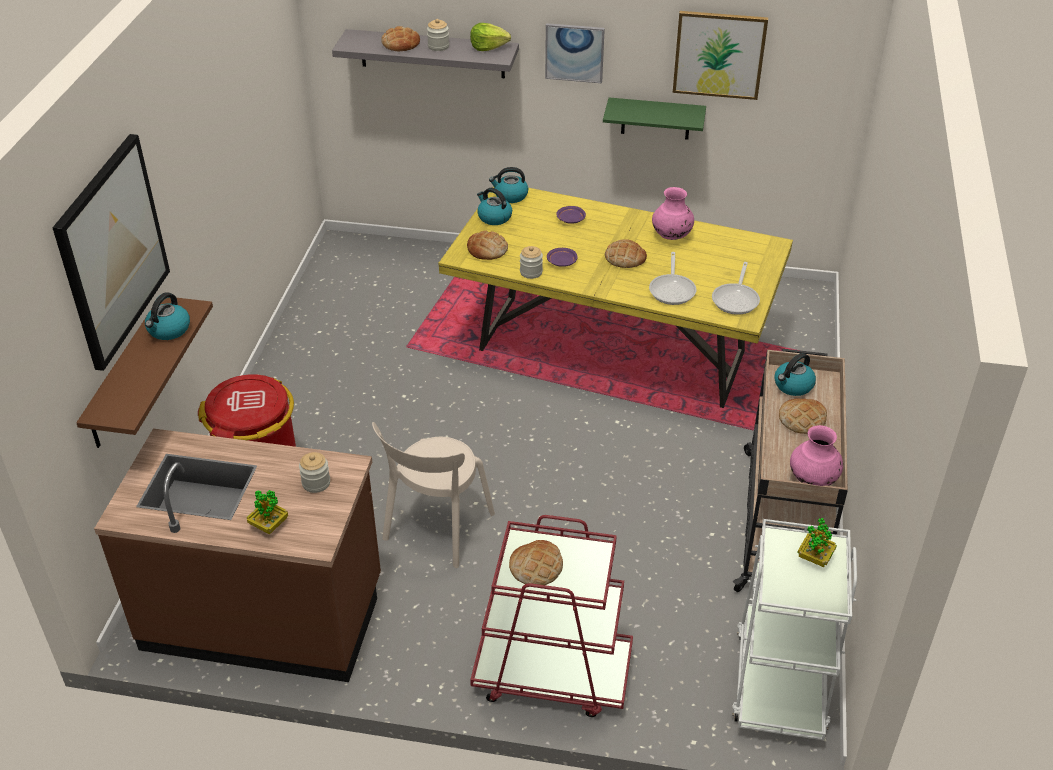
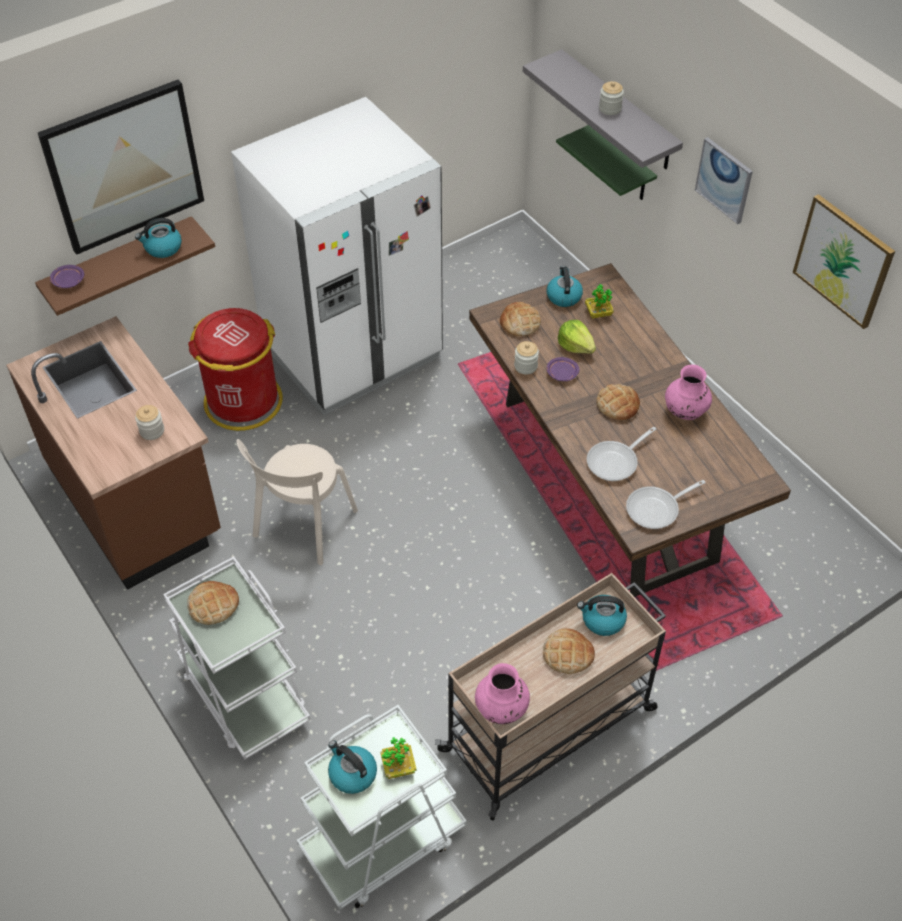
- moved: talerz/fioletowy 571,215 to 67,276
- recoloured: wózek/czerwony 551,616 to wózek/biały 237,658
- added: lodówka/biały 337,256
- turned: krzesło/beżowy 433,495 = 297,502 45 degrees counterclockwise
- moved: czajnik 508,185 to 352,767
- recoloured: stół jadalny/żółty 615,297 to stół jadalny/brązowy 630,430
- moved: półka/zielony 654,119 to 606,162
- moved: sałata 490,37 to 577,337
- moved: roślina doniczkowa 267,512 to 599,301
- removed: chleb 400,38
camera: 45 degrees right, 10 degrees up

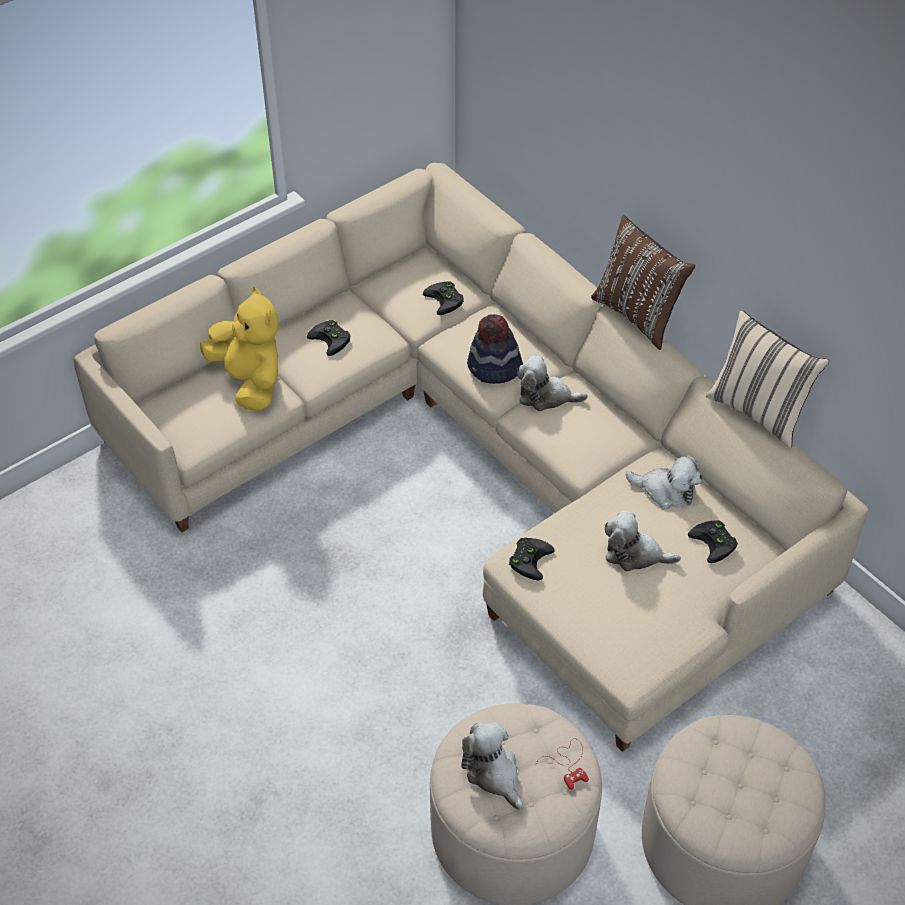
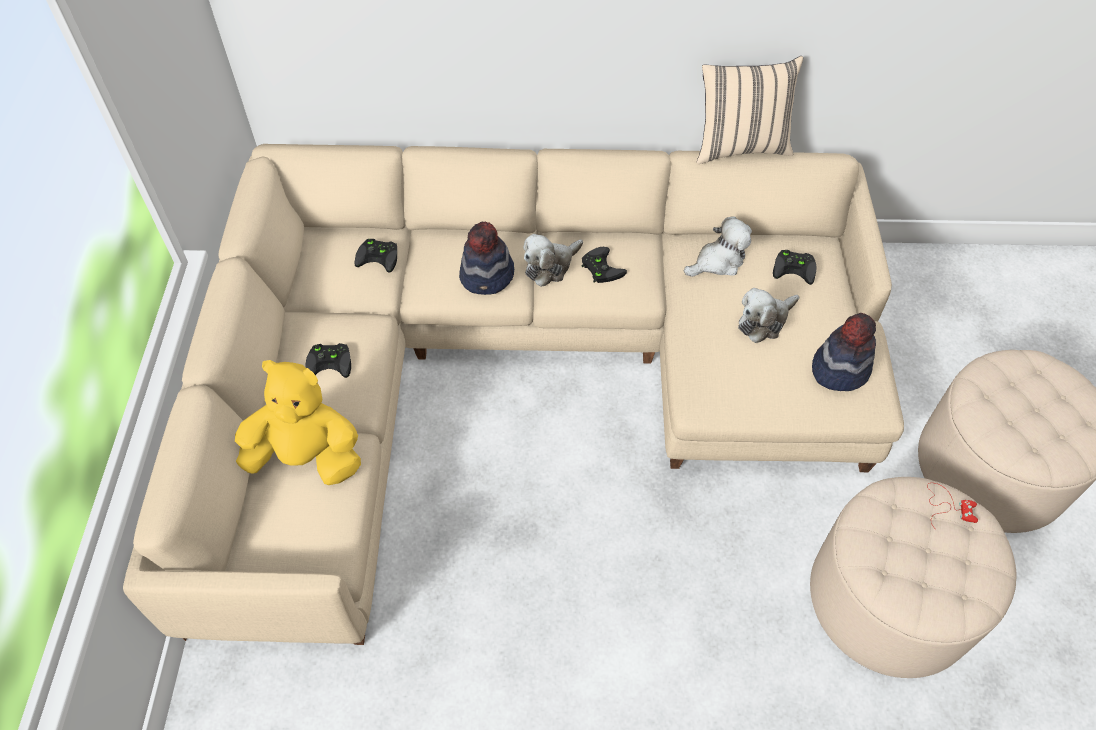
- moved: pad do gier/czarny 532,559 to 604,265
- added: kapelusz 844,352
- removed: pluszak 492,766
- removed: poduszka/brązowy 643,282
camera: 50 degrees left, 5 degrees up

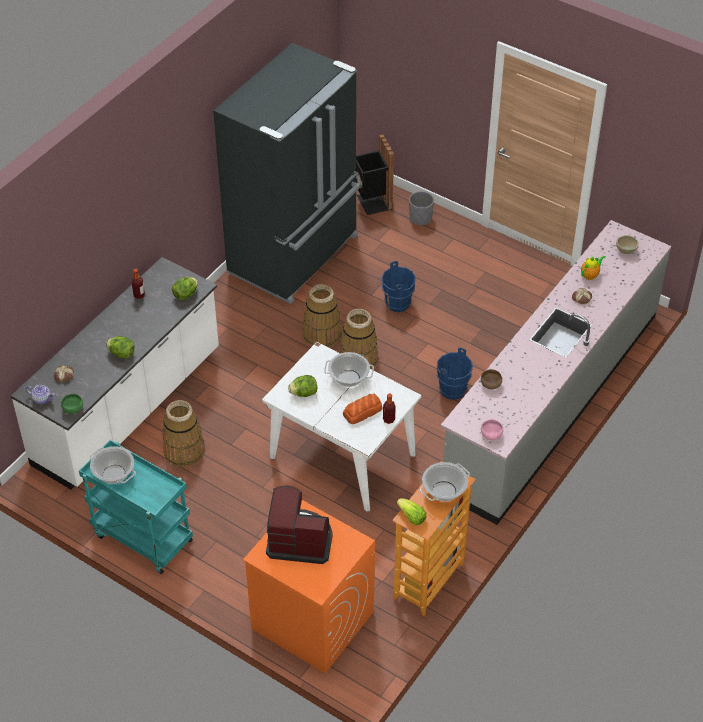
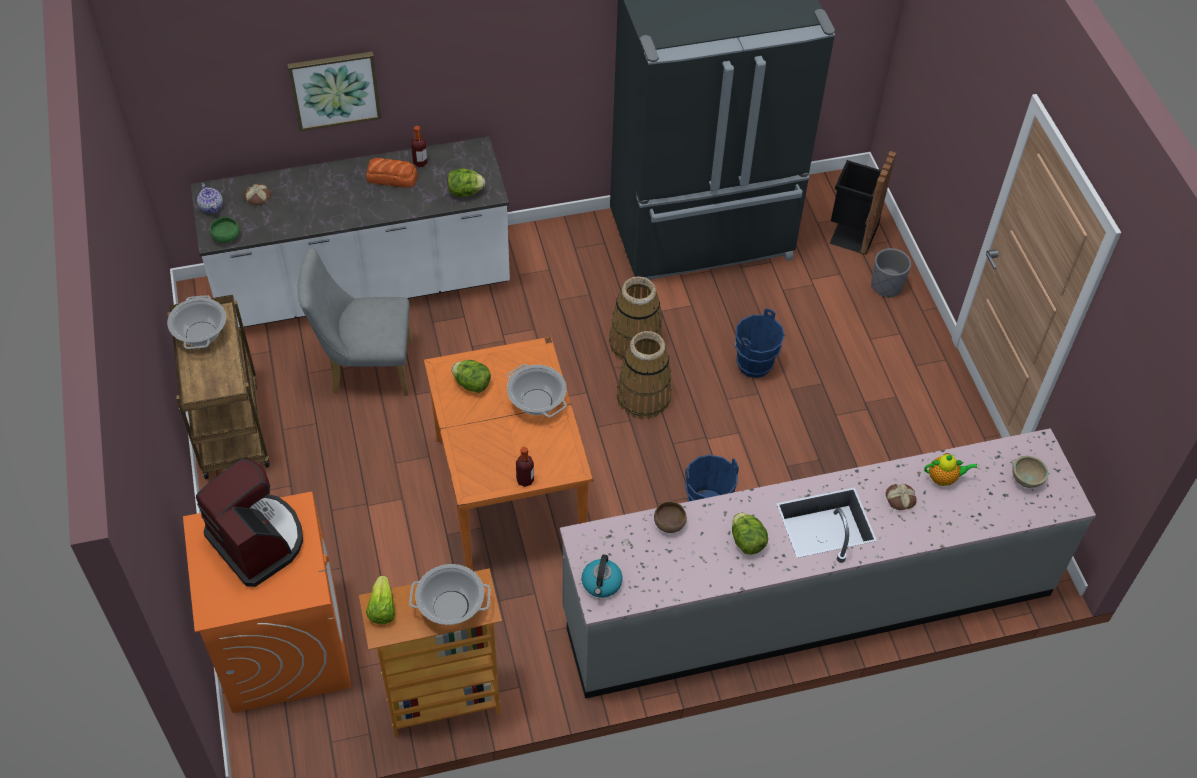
- recoloured: wózek/turkusowy 136,507 to wózek/brązowy 218,387
- added: obraz 334,92
- replaced: koszyk 183,433 to krzesło/szary 354,321
- moved: chleb 363,409 to 392,173
- recoloured: stół jadalny/biały 342,427 to stół jadalny/pomarańczowy 508,454
- replaced: miska/różowy 492,429 to czajnik 602,576
- moved: sałata 120,347 to 750,534
camera: 40 degrees right, 5 degrees up

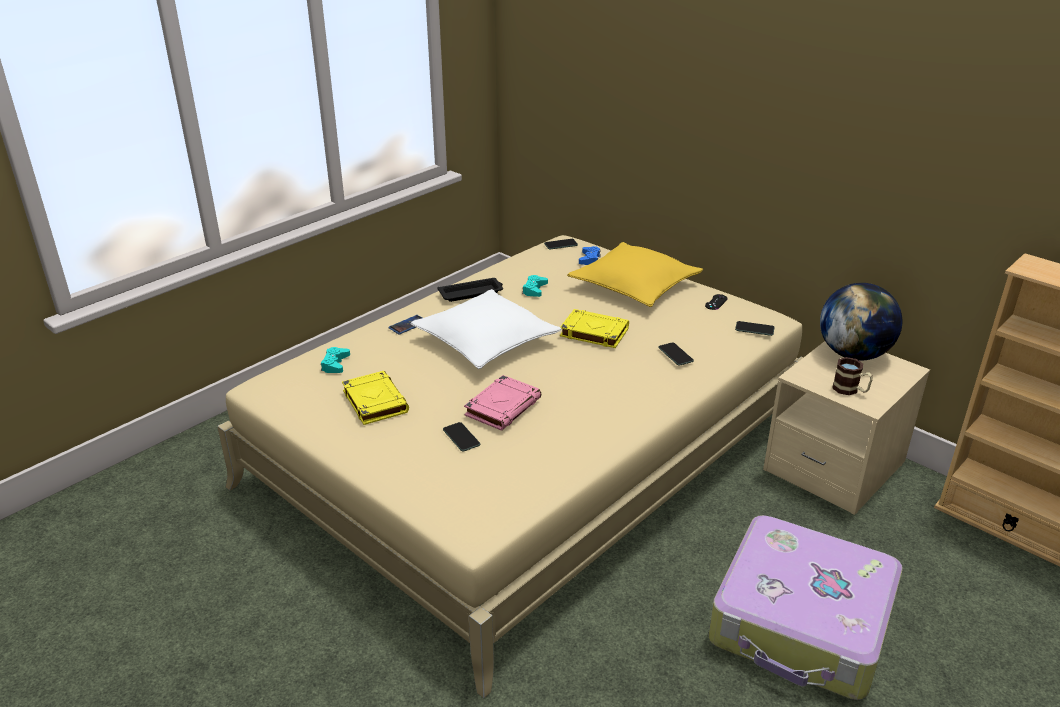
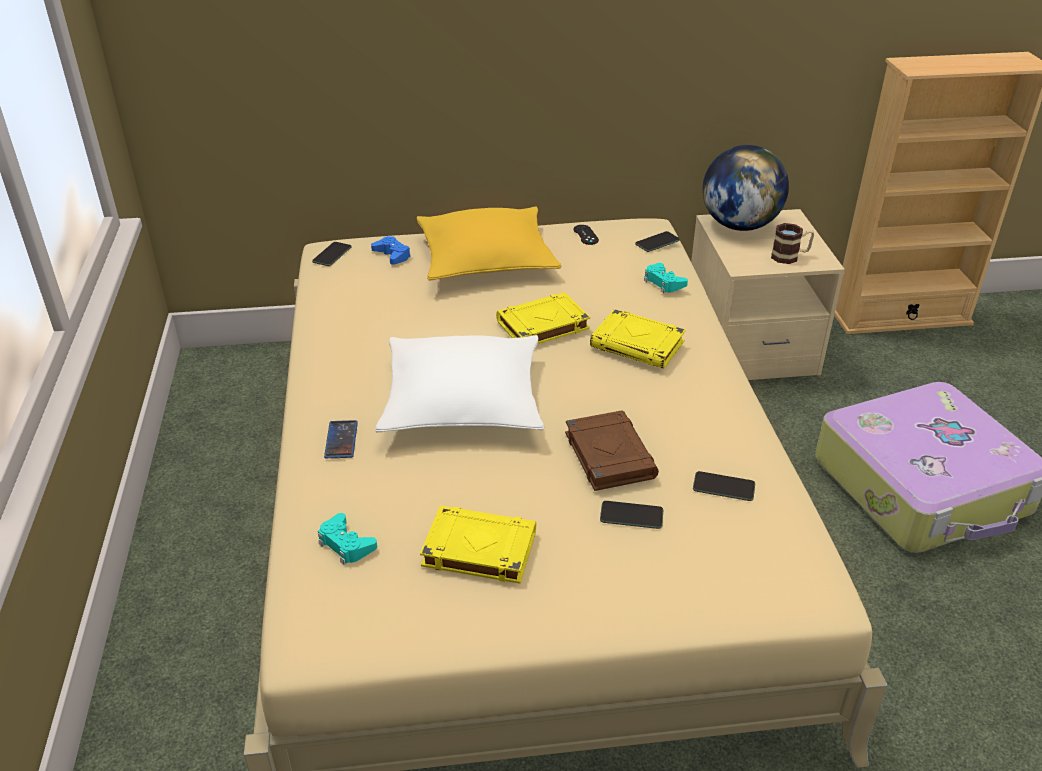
- recoloured: książka/różowy 502,403 to książka/brązowy 612,450
- added: książka/żółty 638,339
- moved: pad do gier/turkusowy 535,286 to 666,278
- moved: telefon 676,354 to 724,486
- removed: taca/czarny 470,290
camera: 50 degrees left, 5 degrees up

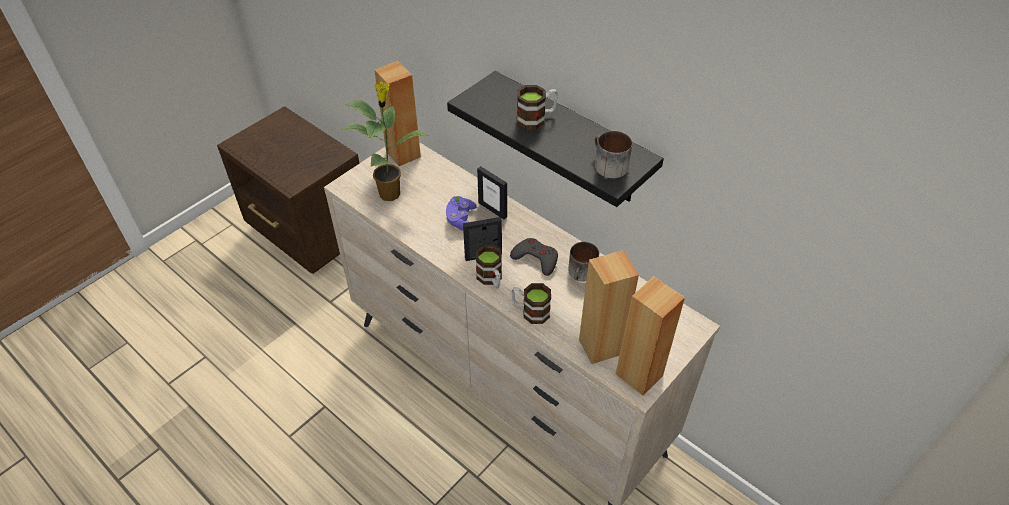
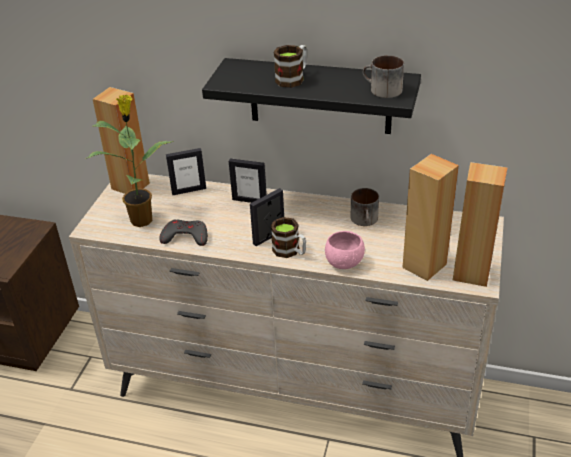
- moved: pad do gier/szary 534,257 to 183,232
- added: ramka na zdjęcie 186,171
- replaced: kubek 531,303 to miska/różowy 345,250
- removed: pad do gier/fioletowy 461,213
camera: 25 degrees left, 10 degrees down

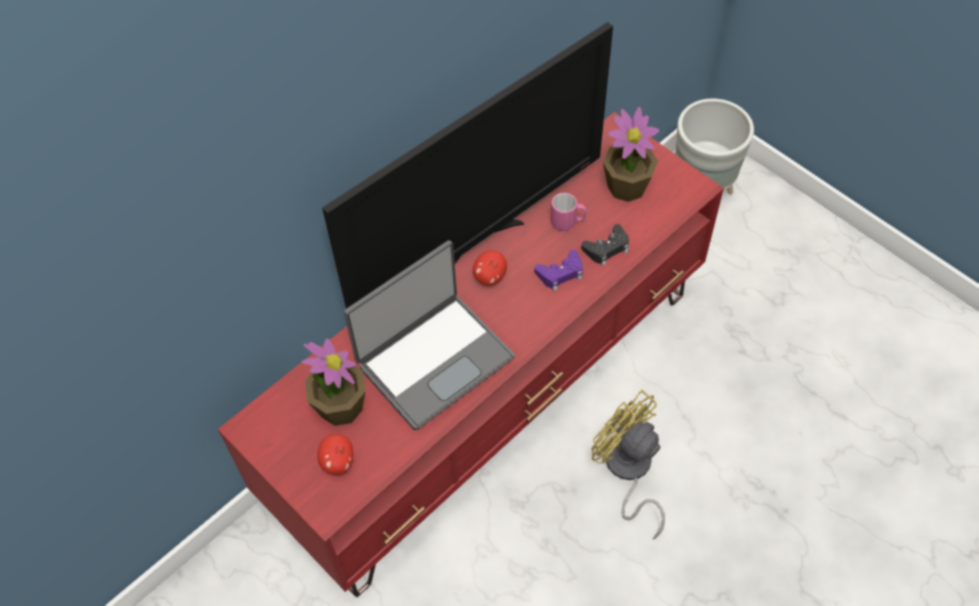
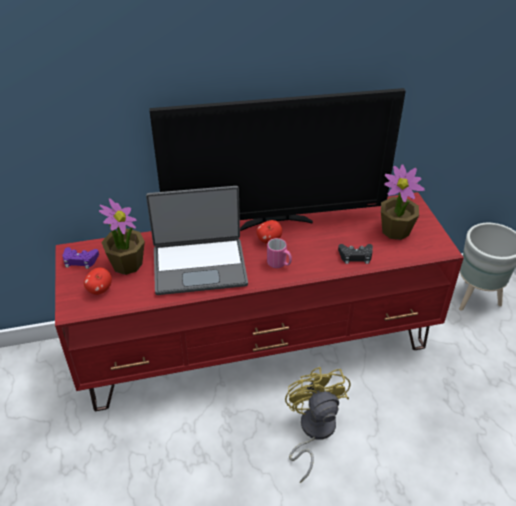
- moved: pad do gier/fioletowy 559,270 to 80,258
- moved: kubek/różowy 569,212 to 279,253
camera: 30 degrees right, 15 degrees down

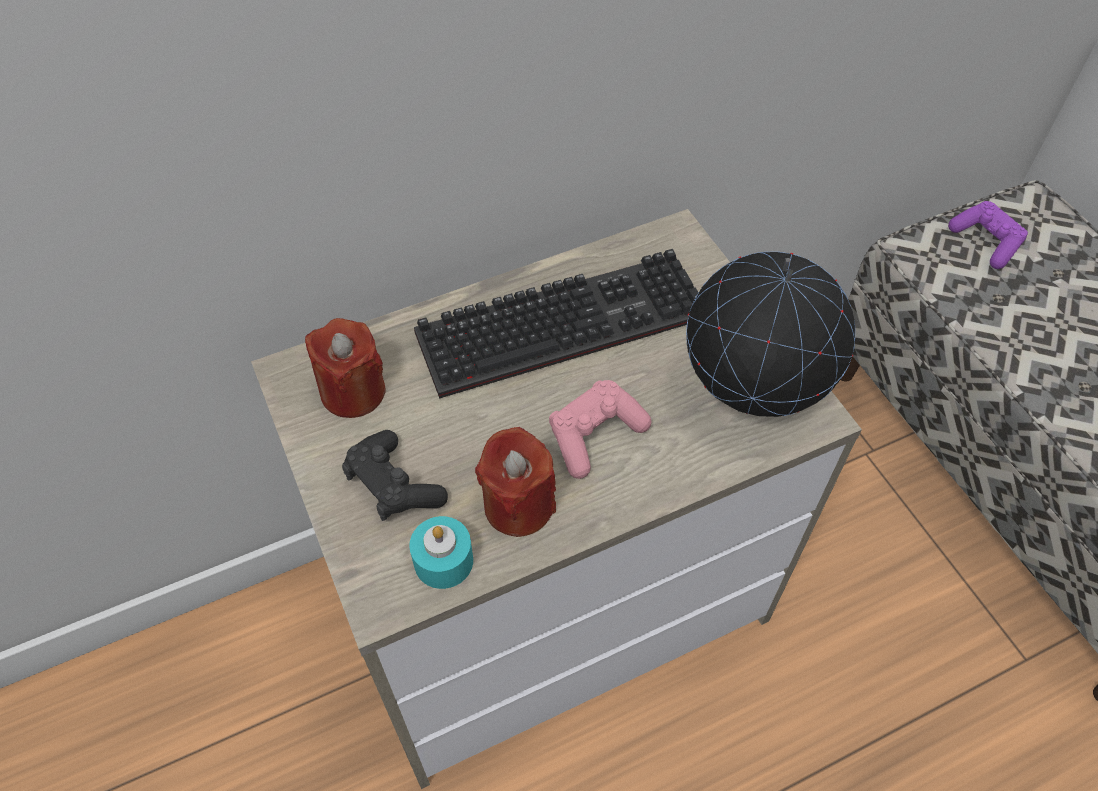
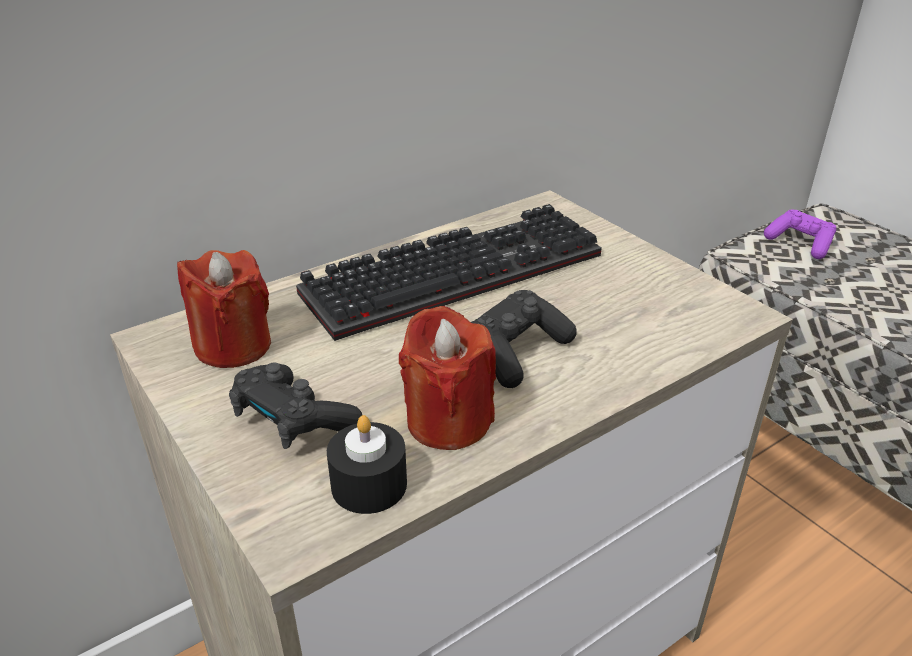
- recoloured: świeca/turkusowy 441,552 to świeca/czarny 367,464
- recoloured: pad do gier/różowy 600,429 to pad do gier/czarny 524,339
- removed: globus 770,334
camera: 10 degrees left, 20 degrees down

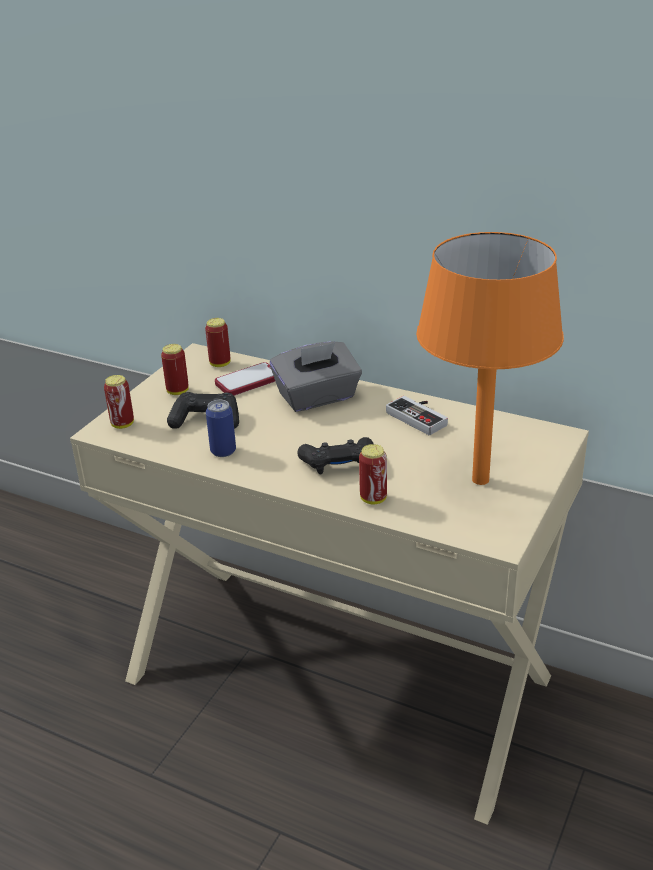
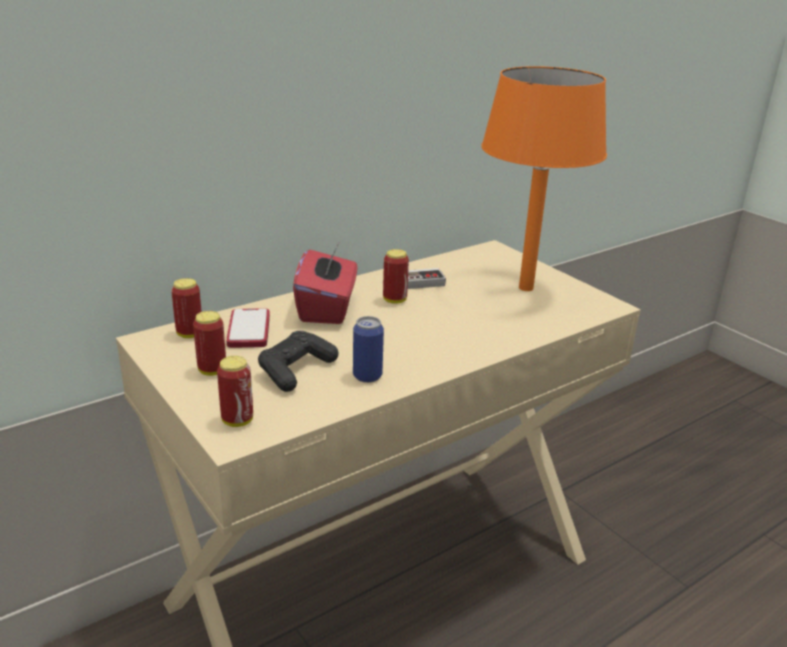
- recoloured: pudełko chusteczek/szary 316,376 to pudełko chusteczek/czerwony 325,282
- moved: puszka 373,474 to 396,276
- removed: pad do gier/czarny 336,455
camera: 65 degrees left, 5 degrees down

